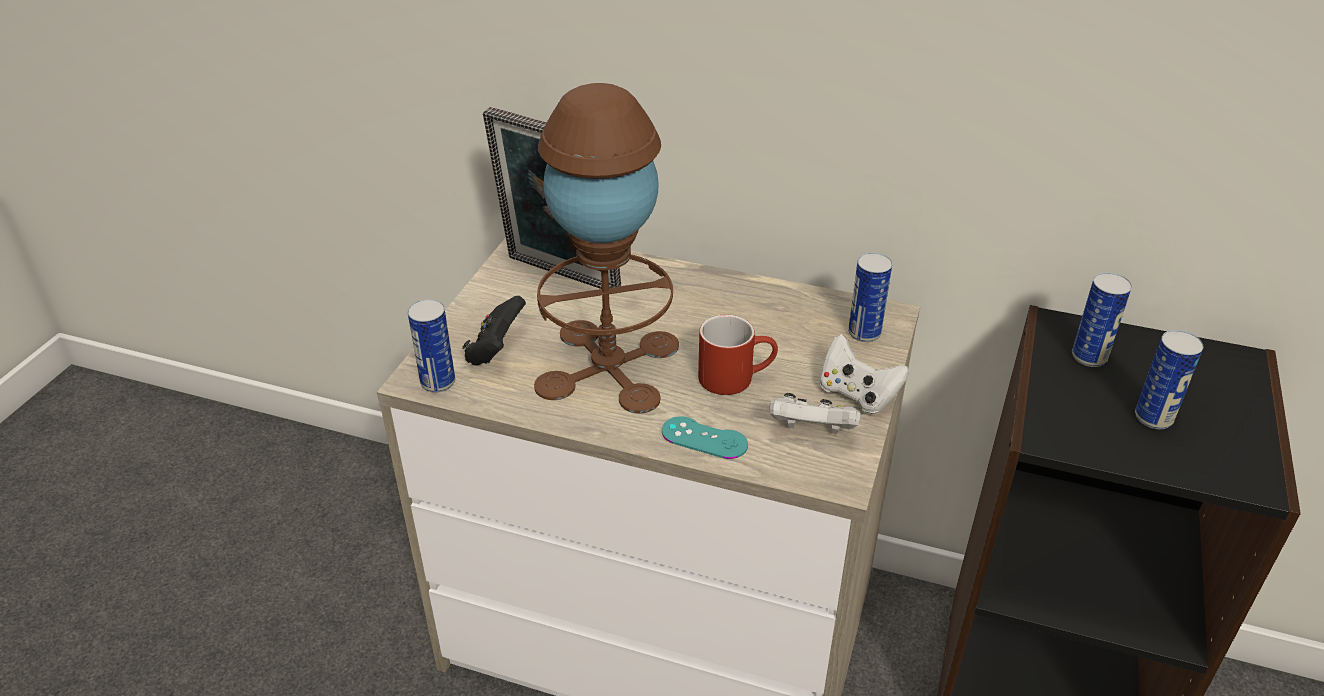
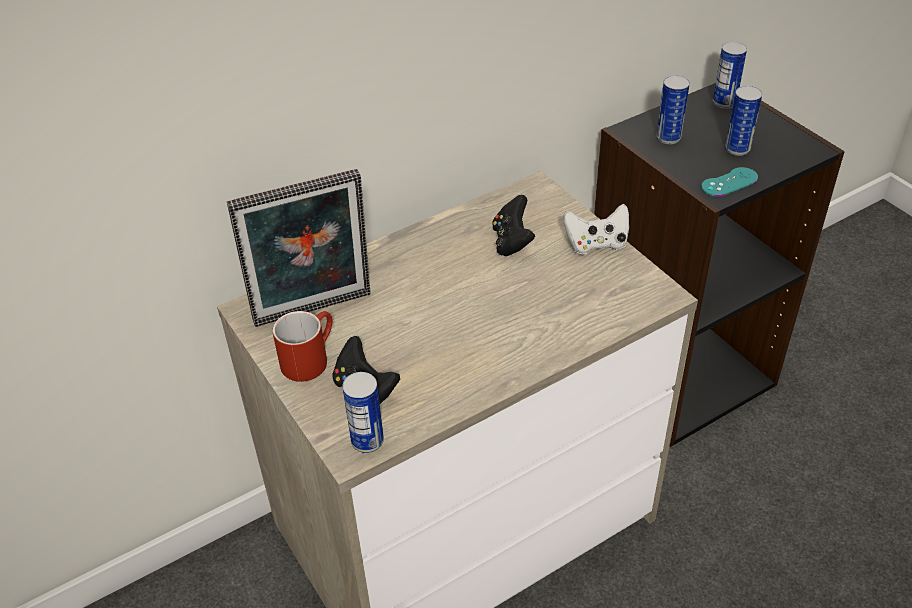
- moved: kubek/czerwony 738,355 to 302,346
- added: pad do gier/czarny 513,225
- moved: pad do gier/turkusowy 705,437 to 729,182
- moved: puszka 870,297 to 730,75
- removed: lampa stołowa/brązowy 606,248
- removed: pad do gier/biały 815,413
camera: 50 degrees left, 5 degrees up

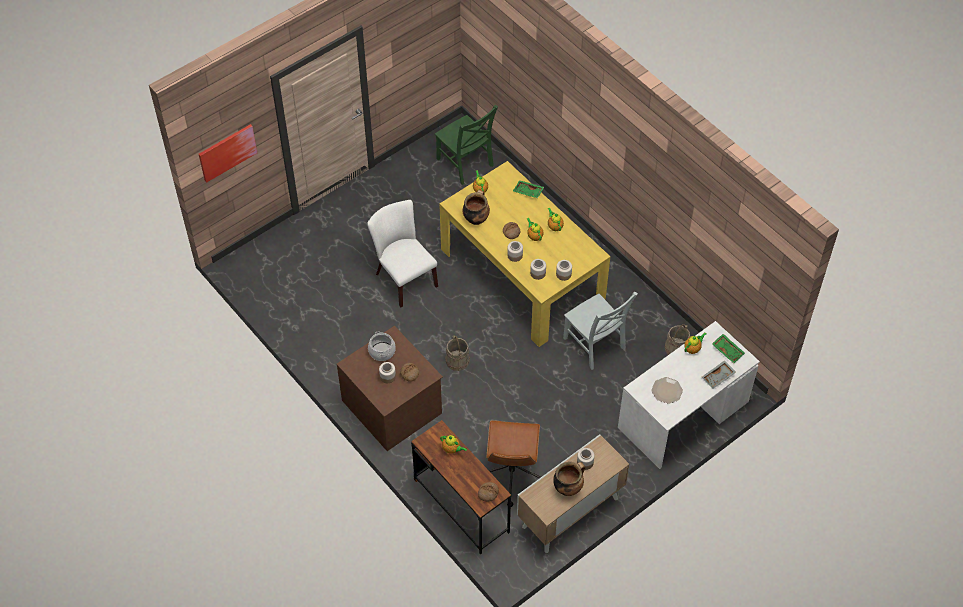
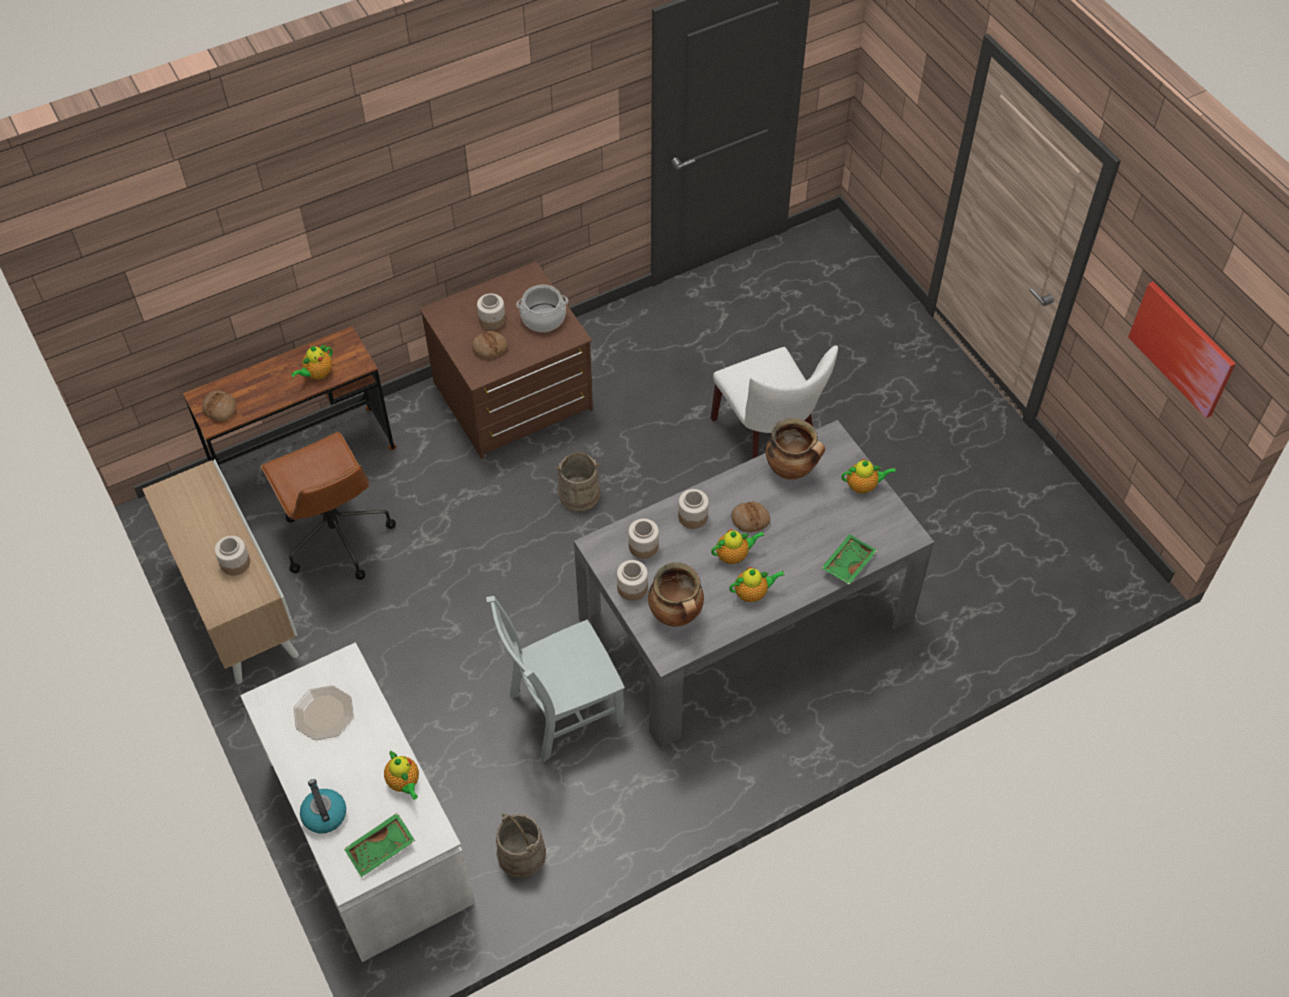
- turned: krzesło biurowe/brązowy 514,464 = 328,506 135 degrees counterclockwise
- replaced: taca/szary 719,374 to czajnik 323,806
- recoloured: stół jadalny/żółty 525,254 to stół jadalny/szary 754,584
- moved: garnek 569,479 to 676,594
- turned: krzesło/biały 402,253 = 774,402 90 degrees clockwise
- moved: obraz 228,153 to 1182,349
- removed: krzesło/zielony 466,145
camera: 100 degrees right, 0 degrees up

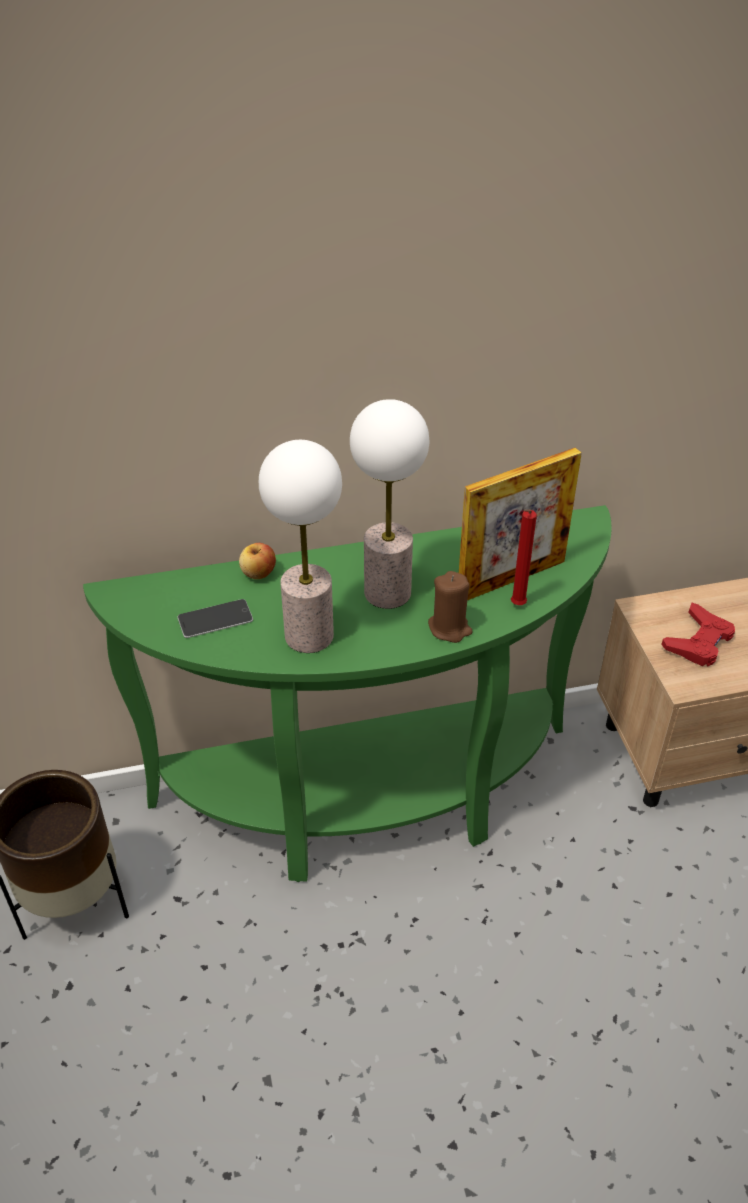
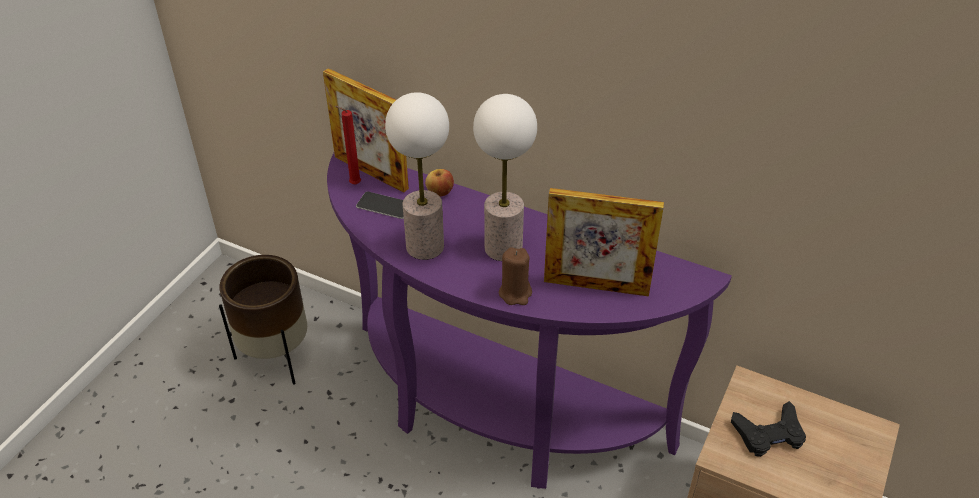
- added: ramka na zdjęcie 366,130
- recoloured: stolik konsolowy/zielony 347,693 to stolik konsolowy/fioletowy 529,321
- moved: świeca/czerwony 524,557 to 348,145
- recoloured: pad do gier/czerwony 698,634 to pad do gier/czarny 768,429
camera: 40 degrees right, 0 degrees up

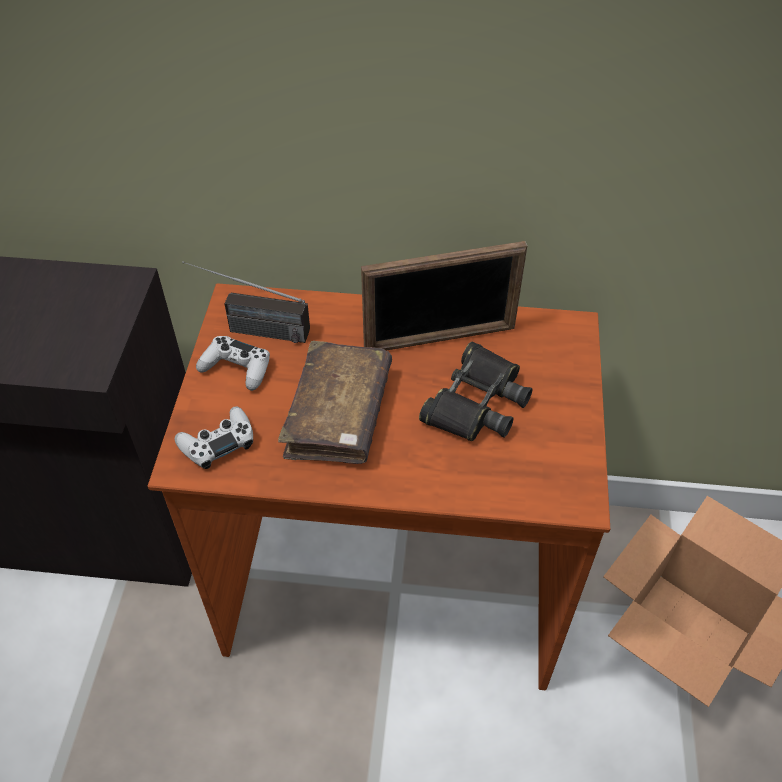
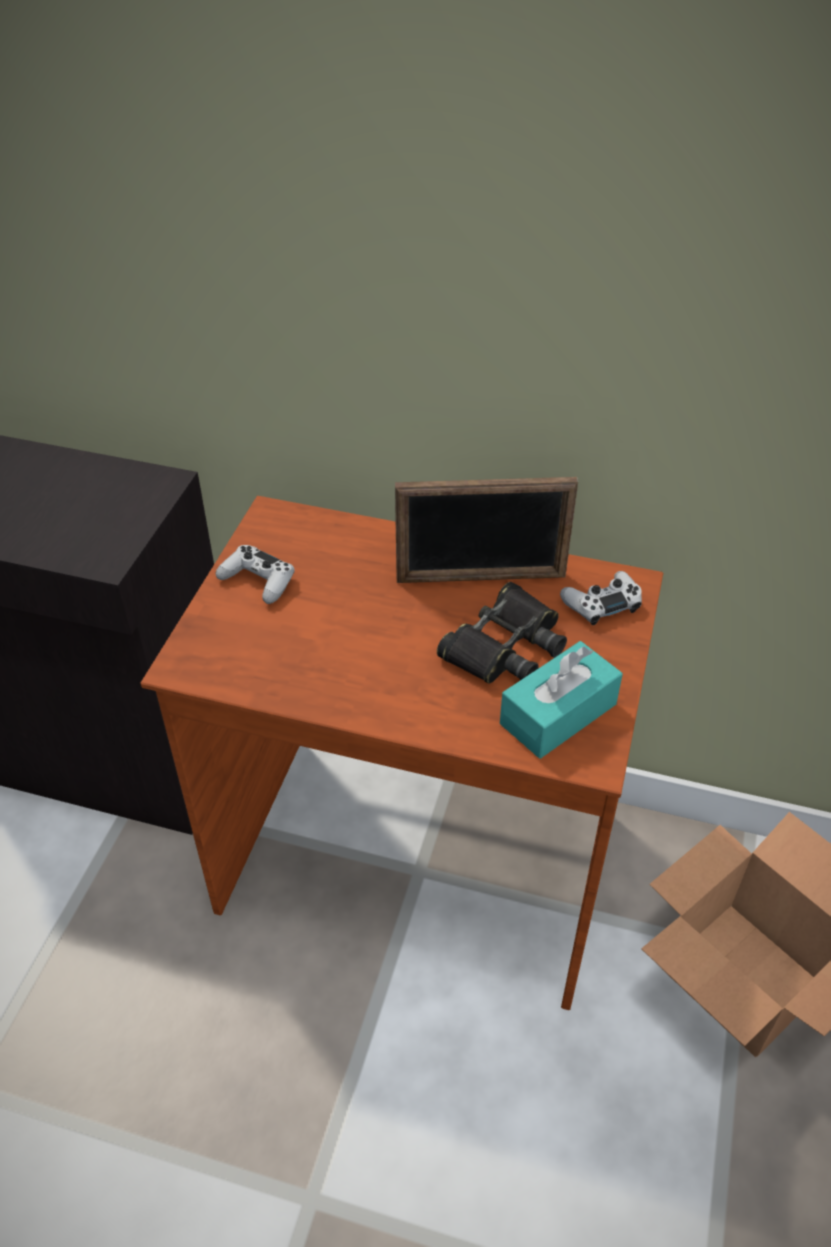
- added: pudełko chusteczek/turkusowy 561,699
- moved: pad do gier/biały 213,437 to 601,598
- removed: radio 246,302
- removed: książka/brązowy 335,402
camera: 10 degrees right, 5 degrees down

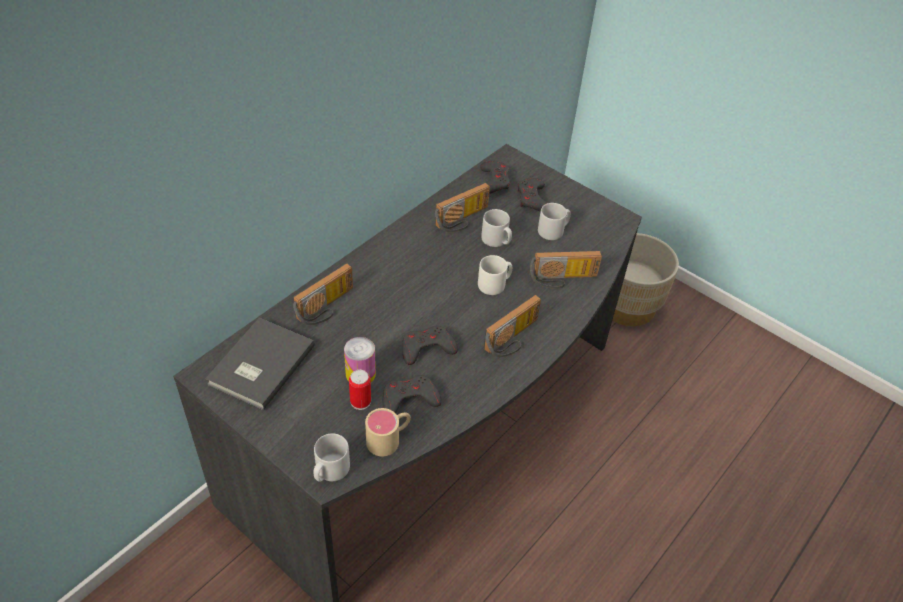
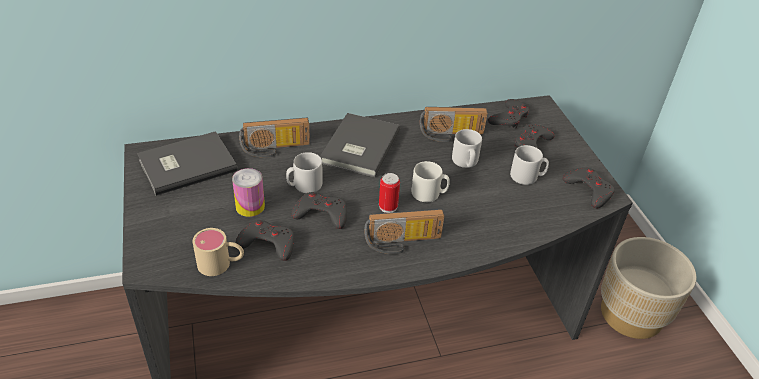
- moved: kubek/szary 331,457 to 304,172
- added: książka/szary 360,145
- moved: puszka 360,390 to 389,193
- added: pad do gier/szary 589,188
- removed: radio 566,269
camera: 35 degrees right, 5 degrees down

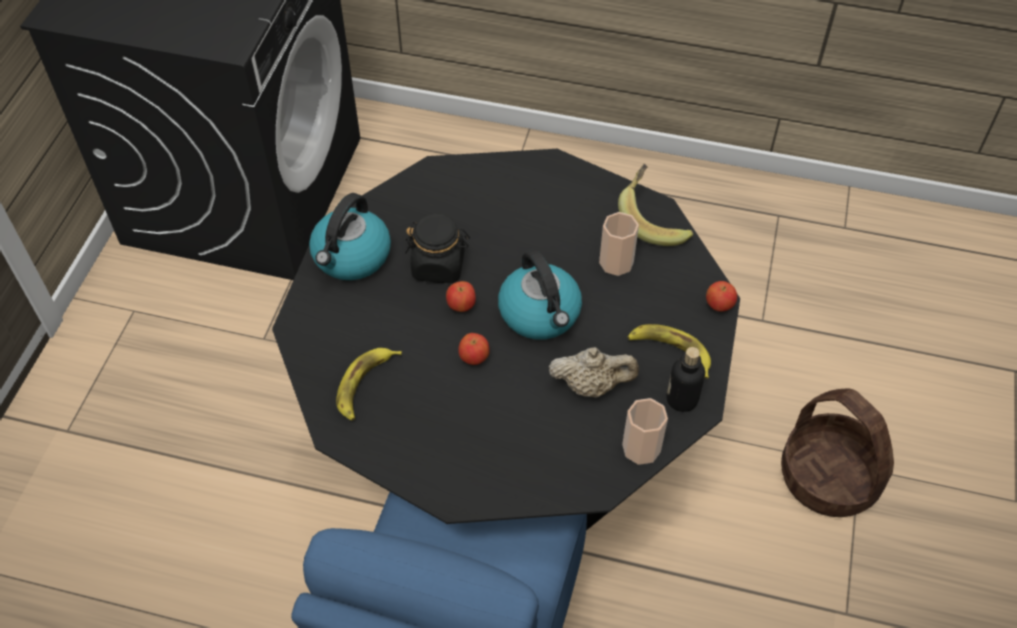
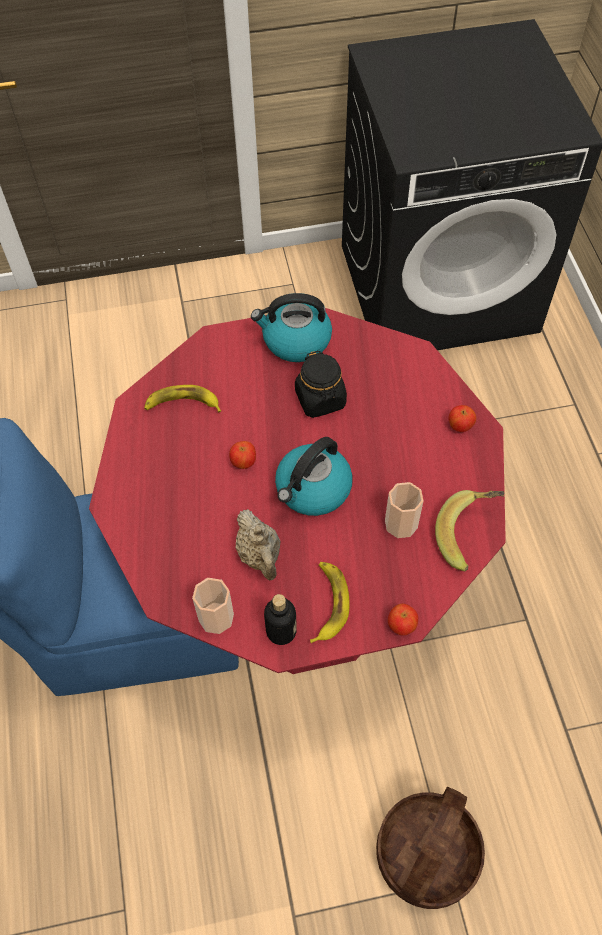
- recoloured: stół jadalny/czarny 506,339 to stół jadalny/czerwony 297,491
- moved: jabłko 461,296 to 462,418
camera: 65 degrees right, 5 degrees up

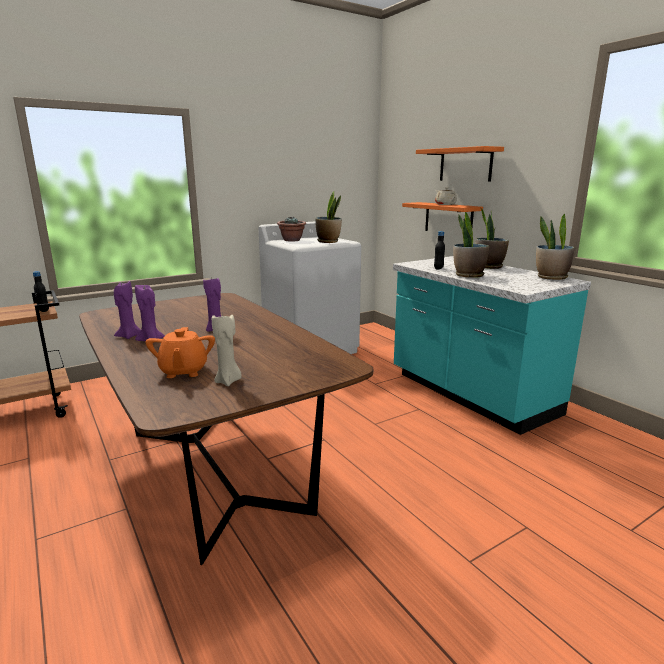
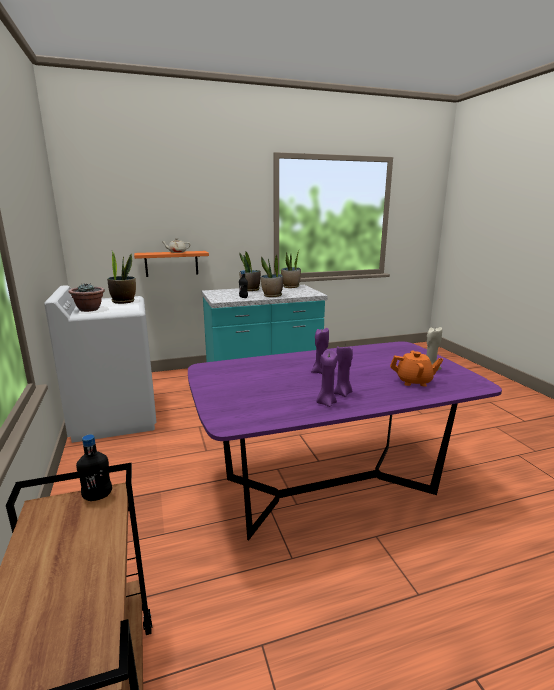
- recoloured: stół jadalny/brązowy 226,429 to stół jadalny/fioletowy 345,441
- removed: półka/pomarańczowy 460,164
camera: 75 degrees left, 0 degrees up

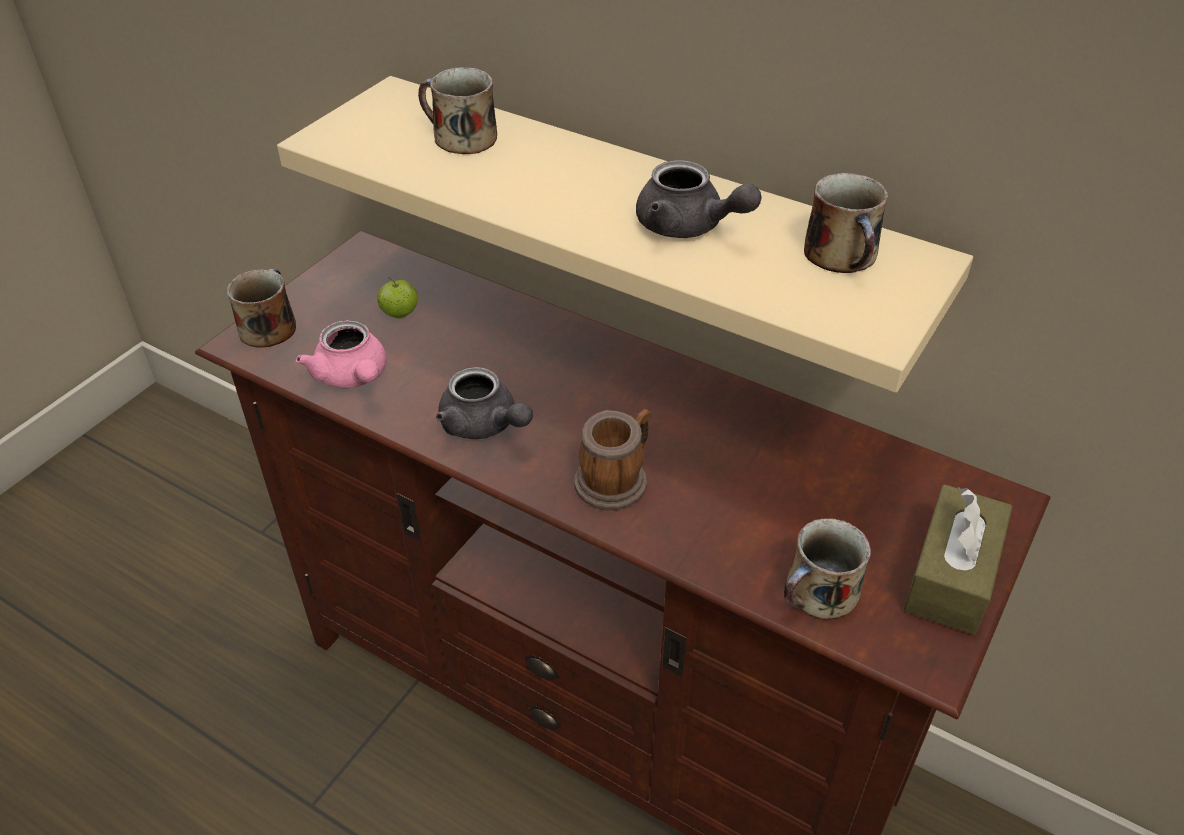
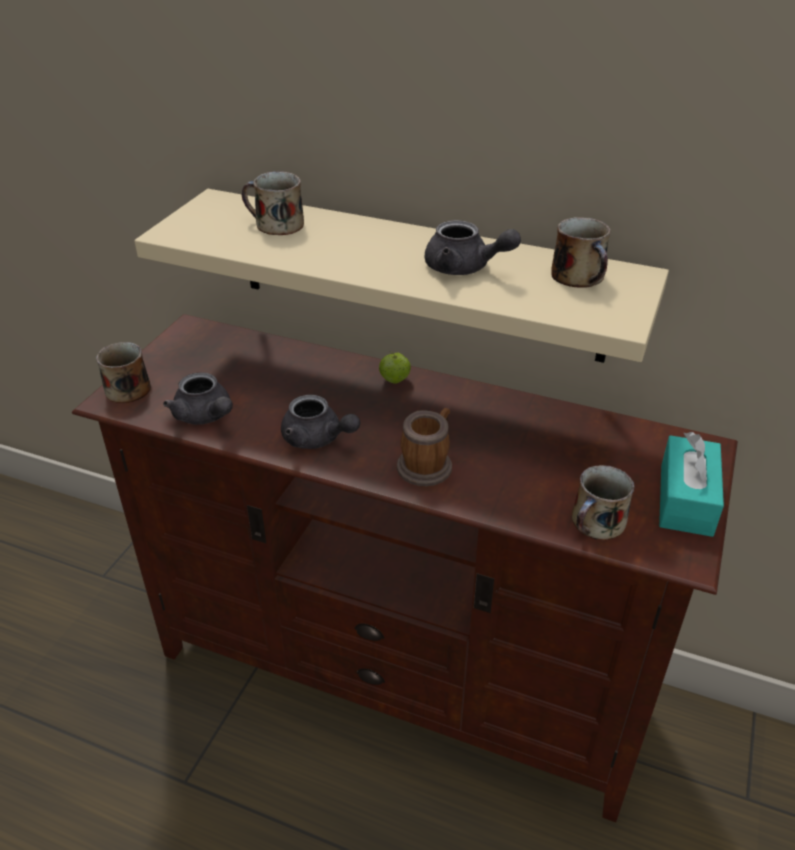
- recoloured: imbryk/różowy 341,354 to imbryk/szary 198,398
- moved: jabłko 397,298 to 395,367
- recoloured: pudełko chusteczek/brązowy 958,559 to pudełko chusteczek/turkusowy 691,484
camera: 10 degrees left, 5 degrees down

